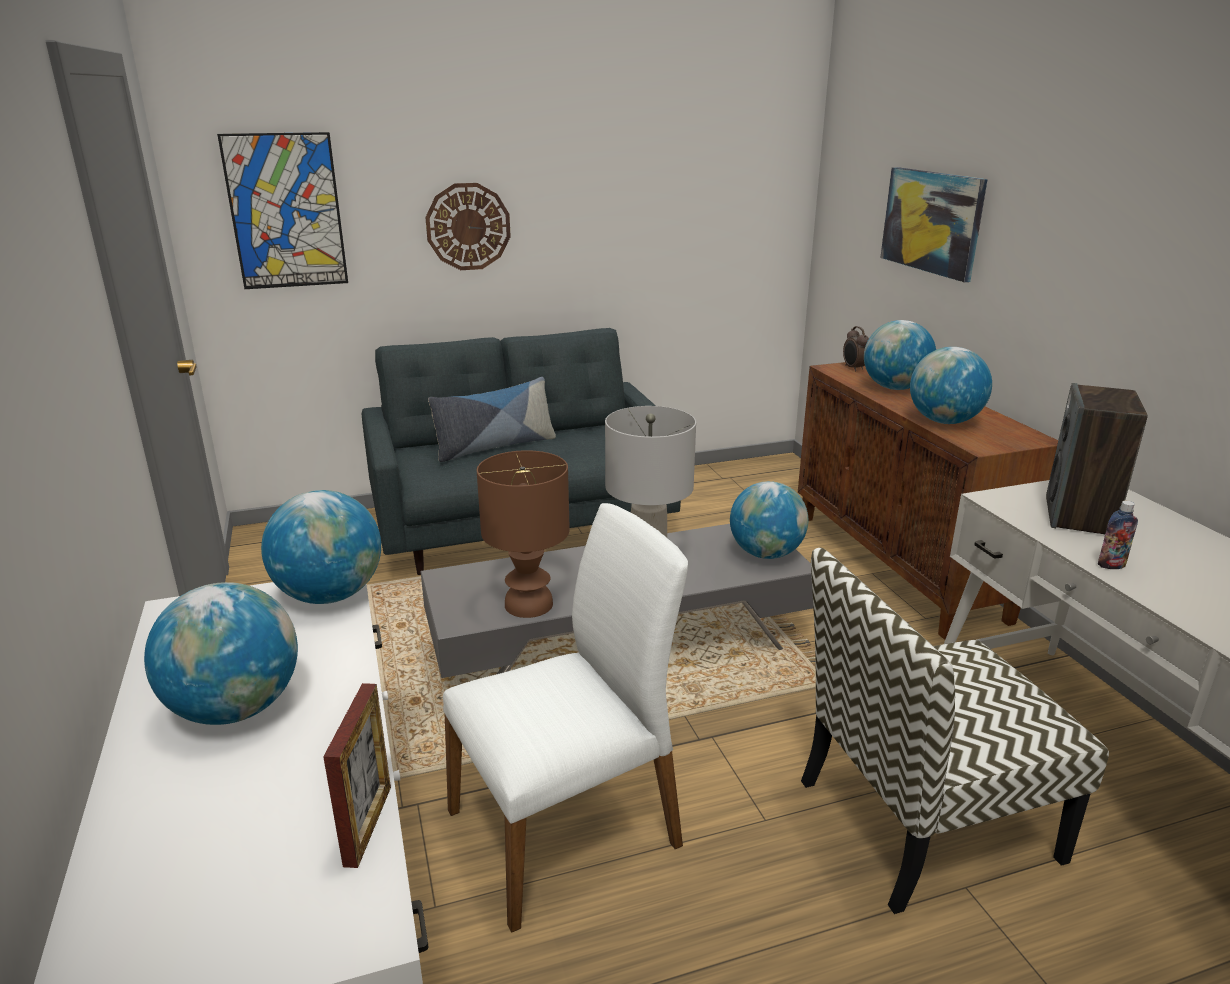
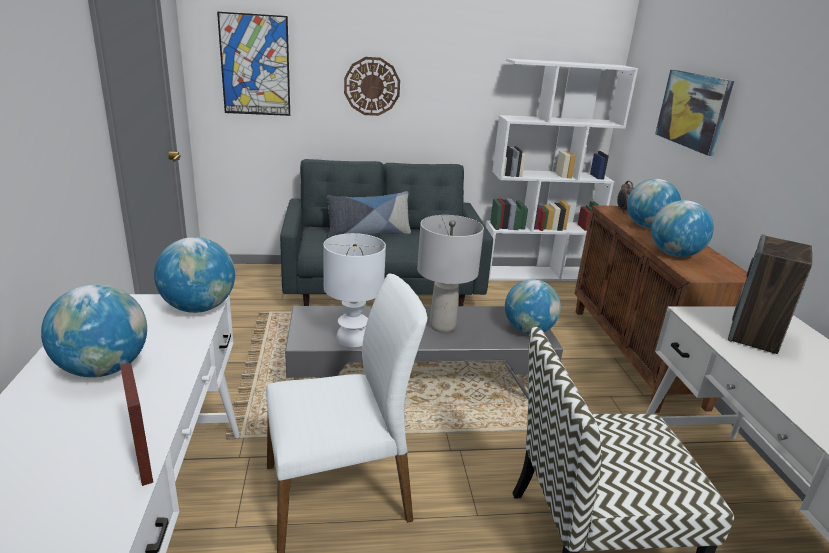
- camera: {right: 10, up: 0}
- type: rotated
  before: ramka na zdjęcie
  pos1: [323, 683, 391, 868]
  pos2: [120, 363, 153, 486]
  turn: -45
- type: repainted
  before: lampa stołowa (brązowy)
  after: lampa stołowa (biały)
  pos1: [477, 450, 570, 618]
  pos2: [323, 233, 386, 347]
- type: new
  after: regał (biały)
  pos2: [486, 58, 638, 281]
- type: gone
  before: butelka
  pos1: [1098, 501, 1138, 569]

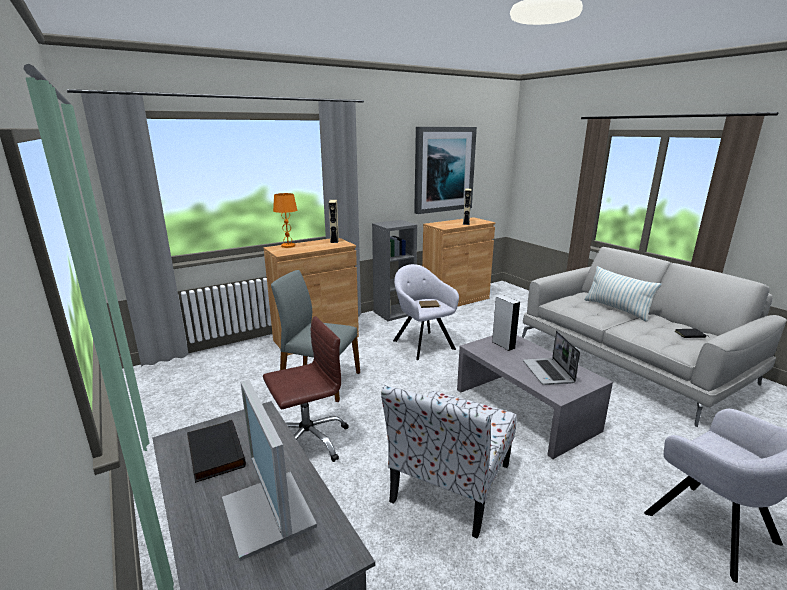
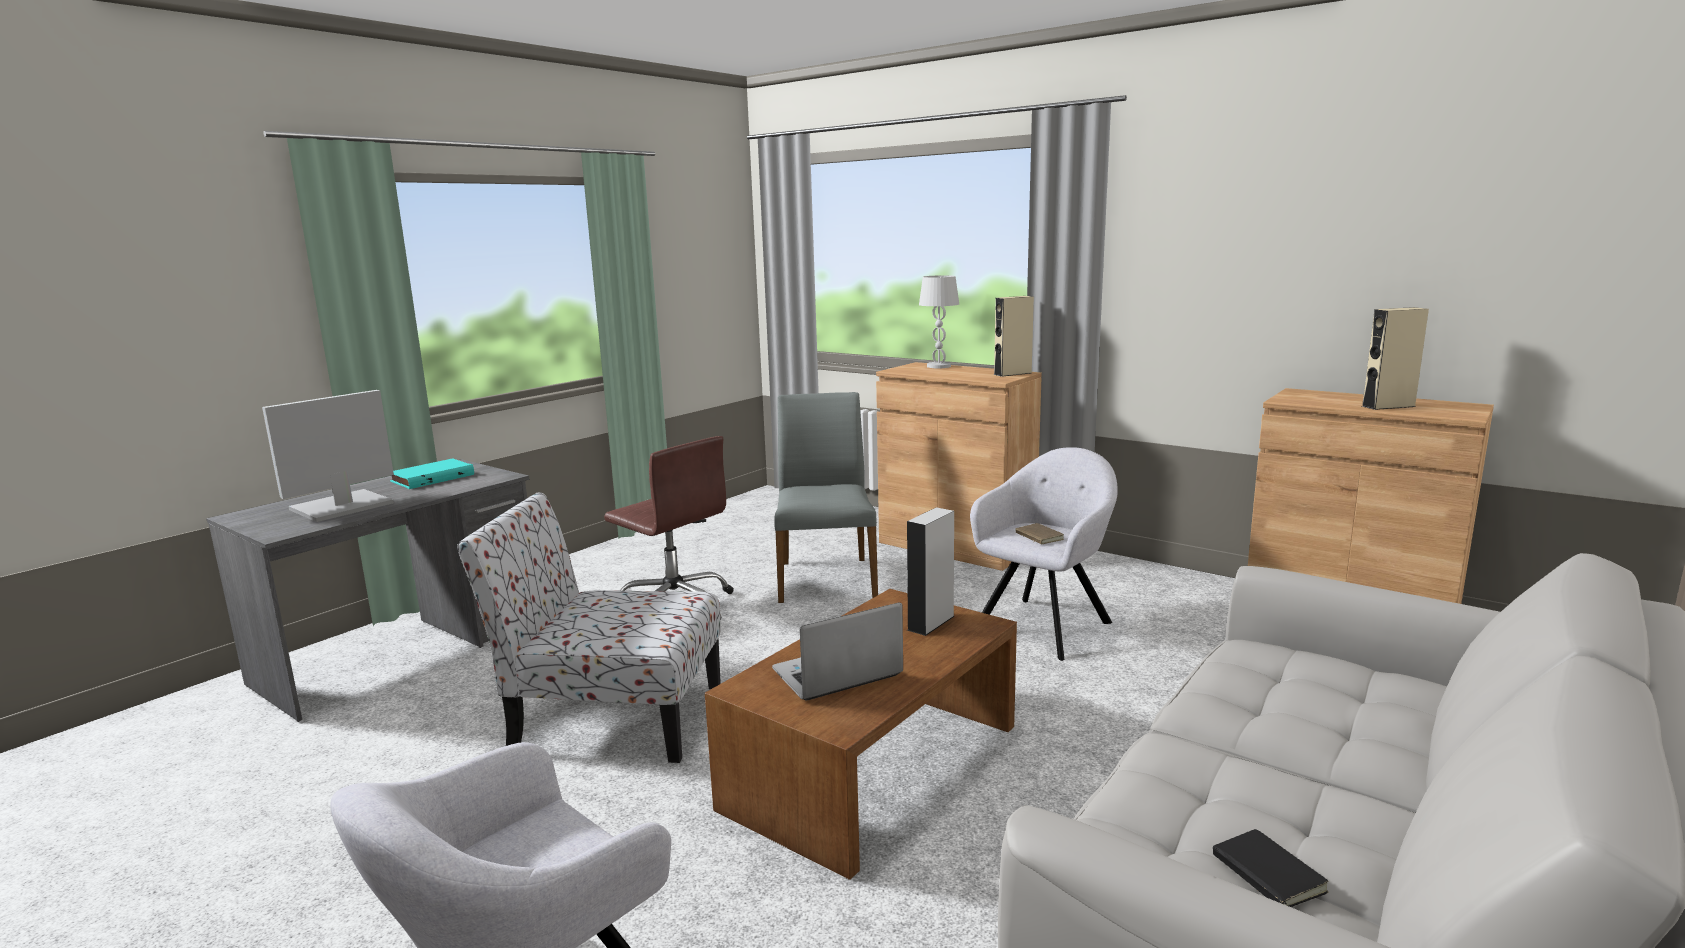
- camera: {right: 70, up: -5}
- type: repainted
  before: książka (czarny)
  after: książka (turkusowy)
  pos1: [187, 420, 246, 483]
  pos2: [390, 458, 474, 489]
- type: repainted
  before: ława (szary)
  after: ława (brązowy)
  pos1: [457, 335, 613, 459]
  pos2: [705, 589, 1017, 880]
- type: repainted
  before: lampa stołowa (pomarańczowy)
  after: lampa stołowa (biały)
  pos1: [273, 193, 297, 248]
  pos2: [919, 275, 959, 368]
- type: gone
  before: regał (szary)
  pos1: [372, 220, 417, 321]
- type: gone
  before: obraz
  pos1: [414, 127, 477, 214]
- type: gone
  before: poduszka
  pos1: [584, 266, 662, 322]

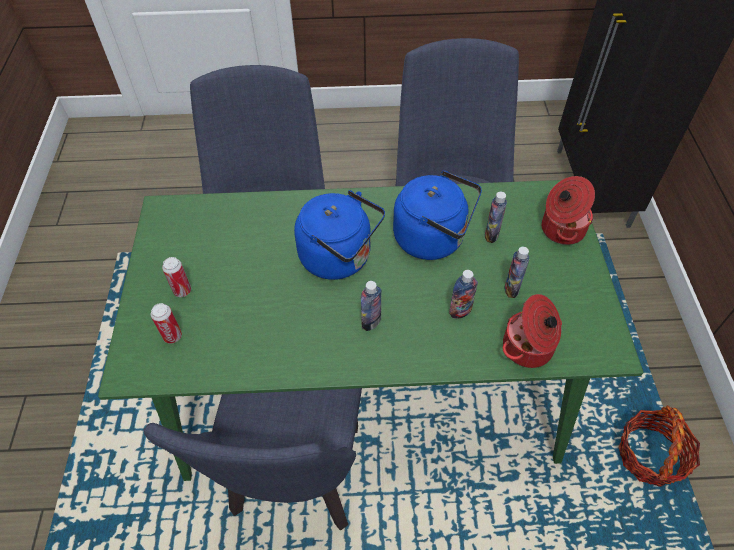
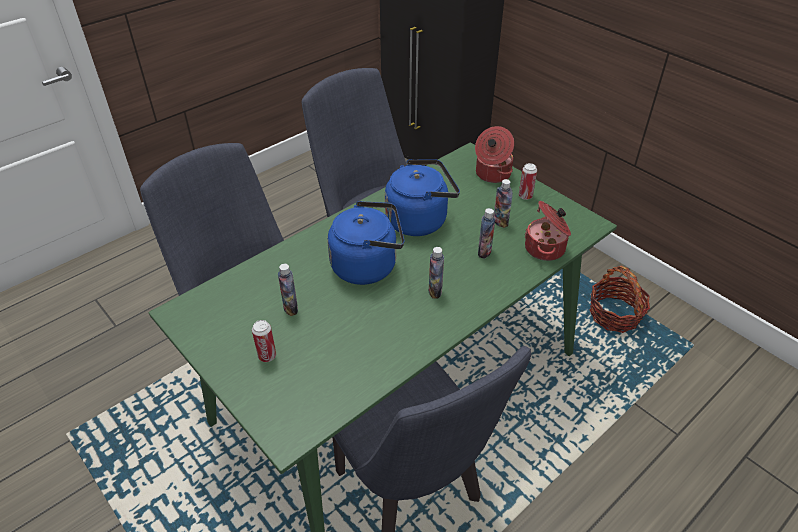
- camera: {right: -40, up: -10}
- type: shifted
  before: butelka
  pos1: [485, 192, 507, 243]
  pos2: [278, 264, 298, 316]
- type: shifted
  before: puszka
  pos1: [151, 303, 182, 344]
  pos2: [519, 163, 537, 200]

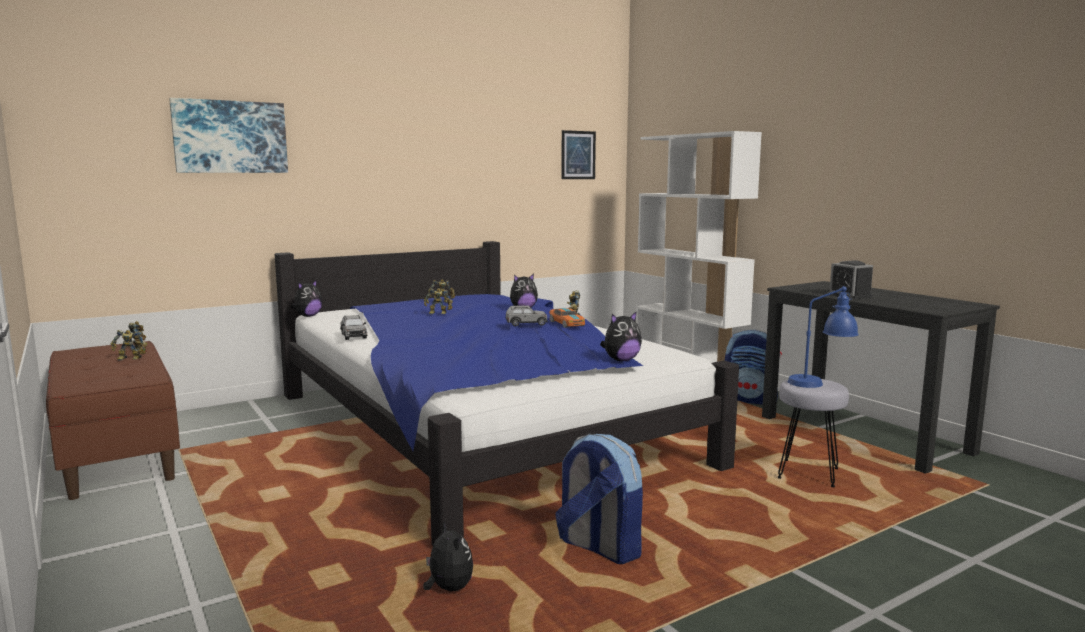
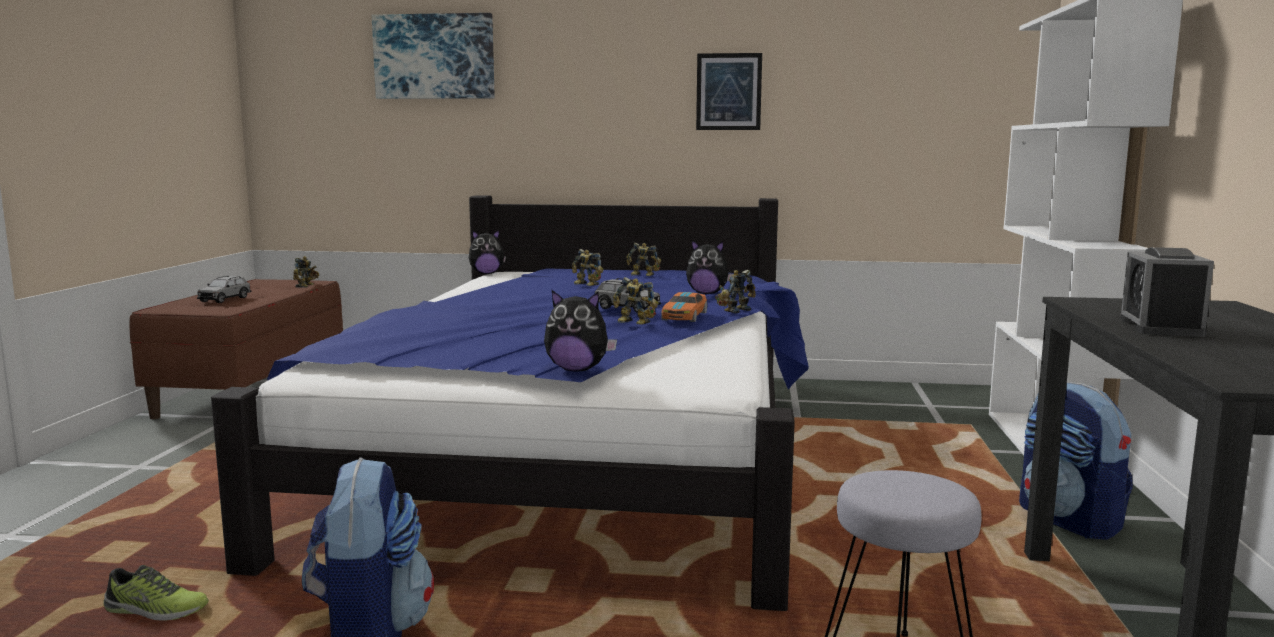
- camera: {right: 40, up: 0}
- type: swapped
  before: pluszak
  after: but
  pos1: [423, 520, 473, 591]
  pos2: [103, 565, 209, 620]
- type: shifted
  before: samochodzik (szary)
  pos1: [340, 315, 367, 340]
  pos2: [197, 276, 252, 303]
- type: shifted
  before: robot zabawkowy
  pos1: [111, 330, 147, 360]
  pos2: [613, 277, 658, 325]
- type: shifted
  before: obraz
  pos1: [561, 130, 596, 179]
  pos2: [696, 53, 762, 130]
- type: gone
  before: lampa stołowa (niebieski)
  pos1: [788, 286, 859, 388]

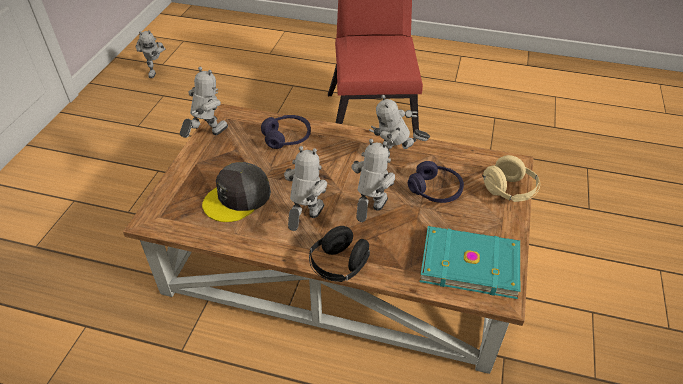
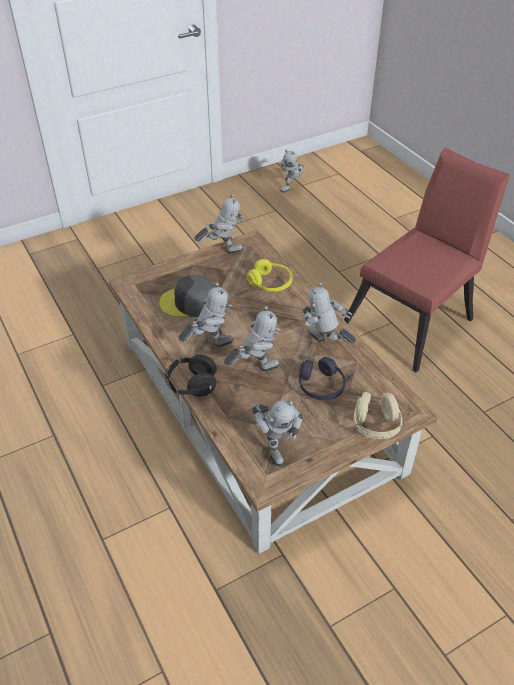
- camera: {right: 45, up: 0}
- type: repainted
  before: słuchawki (fioletowy)
  after: słuchawki (żółty)
  pos1: [261, 115, 311, 149]
  pos2: [247, 259, 292, 291]
- type: swapped
  before: książka (turkusowy)
  after: robot zabawkowy
  pos1: [420, 226, 520, 299]
  pos2: [251, 400, 303, 466]

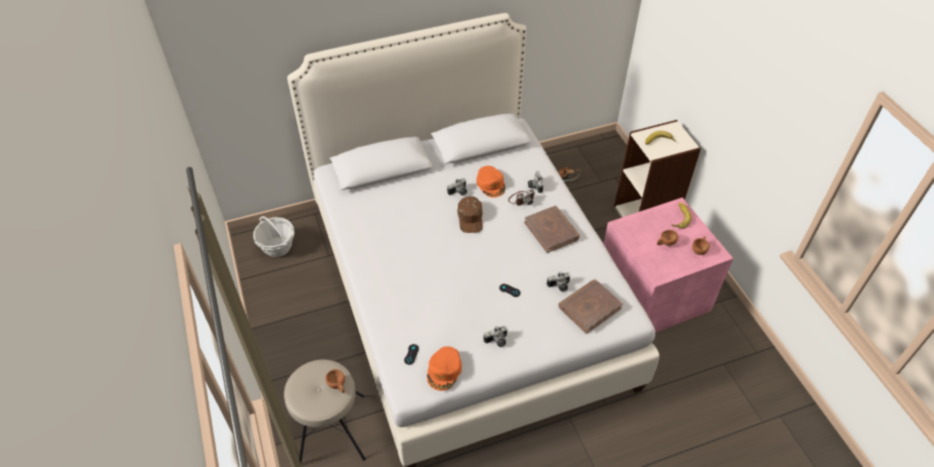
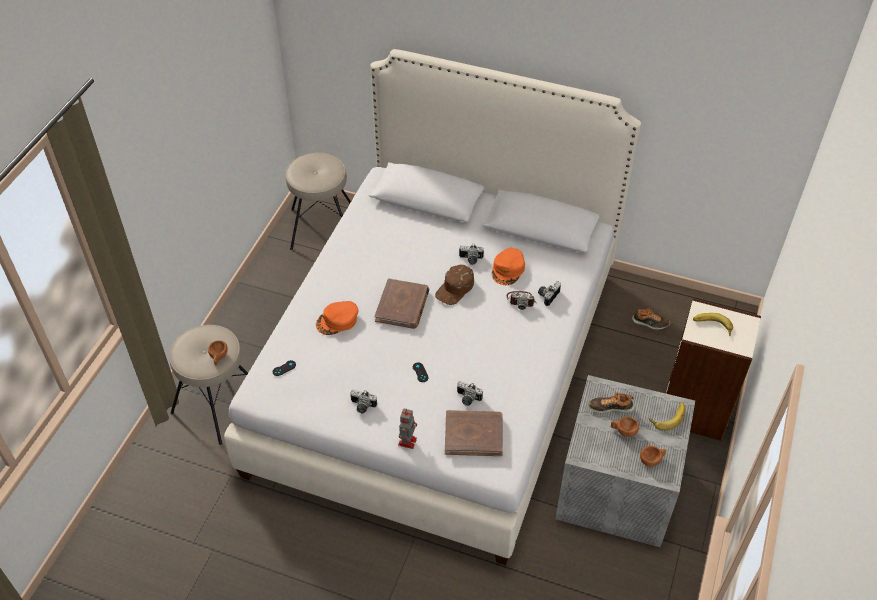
- camera: {right: 40, up: 0}
- type: swapped
  before: koszyk
  after: stołek (beżowy)
  pos1: [253, 216, 295, 257]
  pos2: [286, 153, 351, 250]
- type: shifted
  before: czapka z daszkiem (pomarańczowy)
  pos1: [427, 346, 462, 391]
  pos2: [316, 301, 358, 335]
- type: shifted
  before: książka (brązowy)
  pos1: [524, 206, 580, 253]
  pos2: [375, 278, 429, 329]
- type: new
  after: robot zabawkowy
  pos2: [398, 409, 417, 449]
- type: repainted
  before: pojemnik do przechowywania (różowy)
  after: pojemnik do przechowywania (szary)
  pos1: [603, 198, 734, 333]
  pos2: [555, 375, 695, 547]
- type: new
  after: but
  pos2: [589, 393, 634, 413]

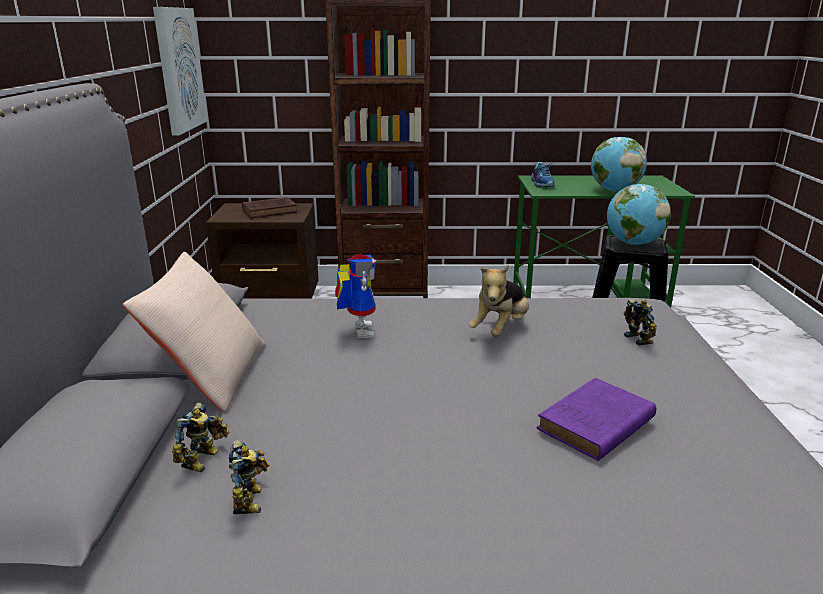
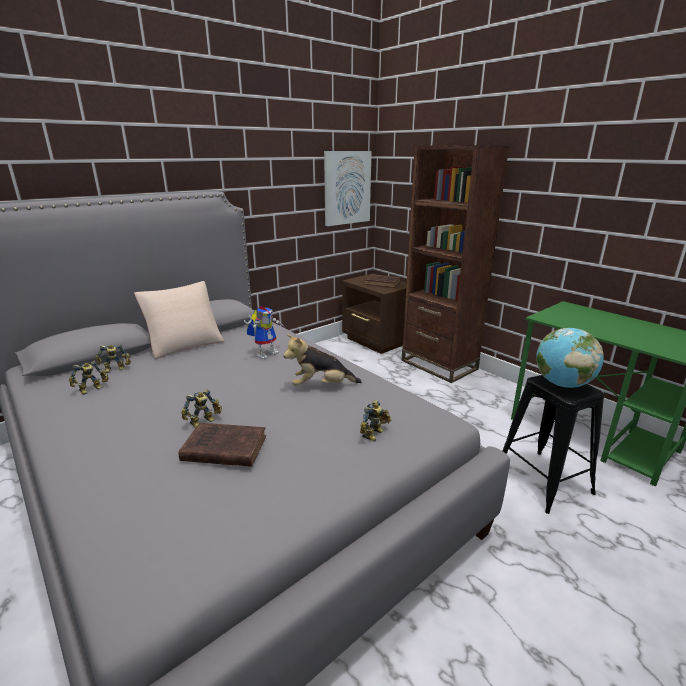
- camera: {right: 50, up: 0}
- type: repainted
  before: książka (fioletowy)
  after: książka (brązowy)
  pos1: [536, 378, 656, 461]
  pos2: [179, 423, 266, 467]
- type: new
  after: robot zabawkowy
  pos2: [181, 389, 222, 428]
- type: gone
  before: but
  pos1: [531, 162, 555, 187]
- type: gone
  before: globus
  pos1: [591, 137, 647, 192]

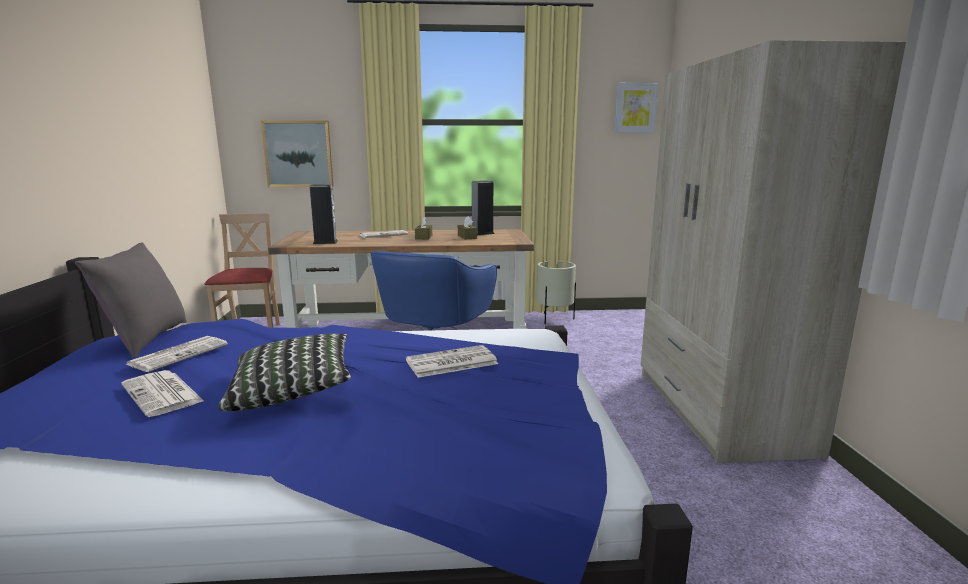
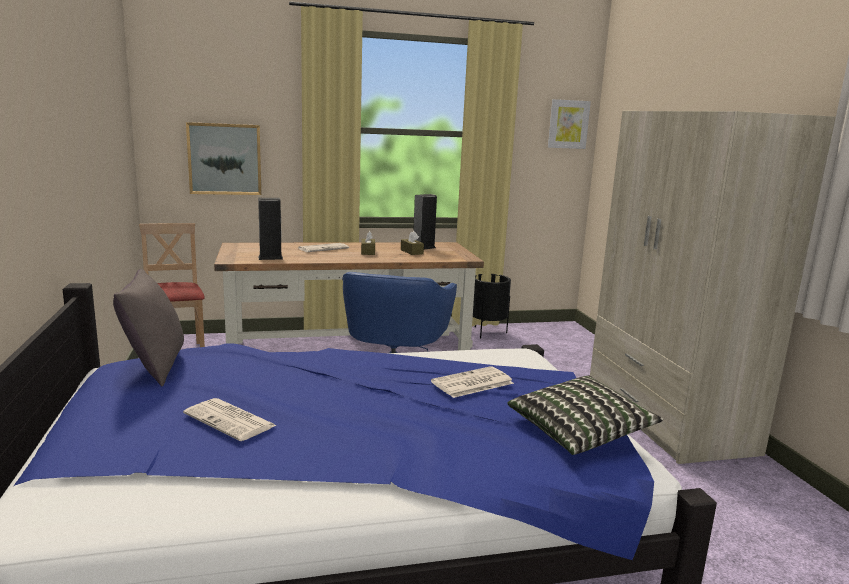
- camera: {right: -10, up: 0}
- type: repainted
  before: donica (beżowy)
  after: donica (czarny)
  pos1: [536, 261, 576, 324]
  pos2: [473, 274, 511, 338]
- type: shifted
  before: poduszka
  pos1: [218, 334, 351, 411]
  pos2: [508, 376, 663, 455]
- type: gone
  before: gazeta
  pos1: [126, 336, 228, 372]

